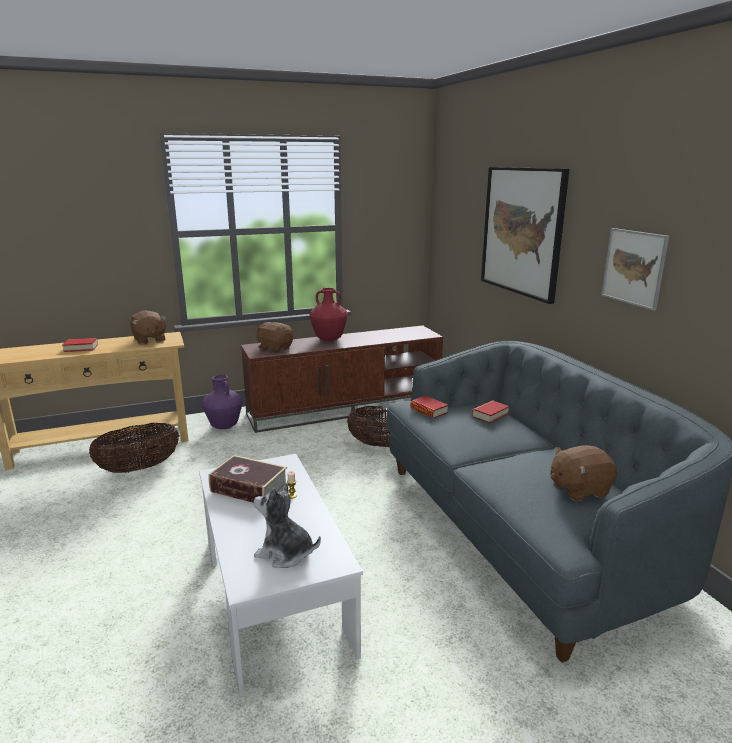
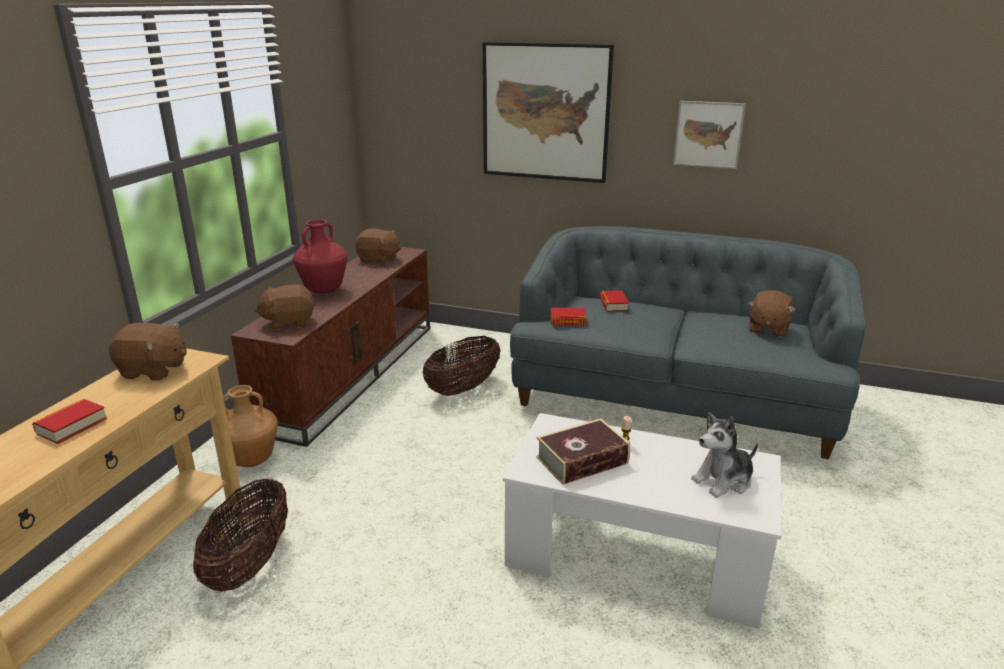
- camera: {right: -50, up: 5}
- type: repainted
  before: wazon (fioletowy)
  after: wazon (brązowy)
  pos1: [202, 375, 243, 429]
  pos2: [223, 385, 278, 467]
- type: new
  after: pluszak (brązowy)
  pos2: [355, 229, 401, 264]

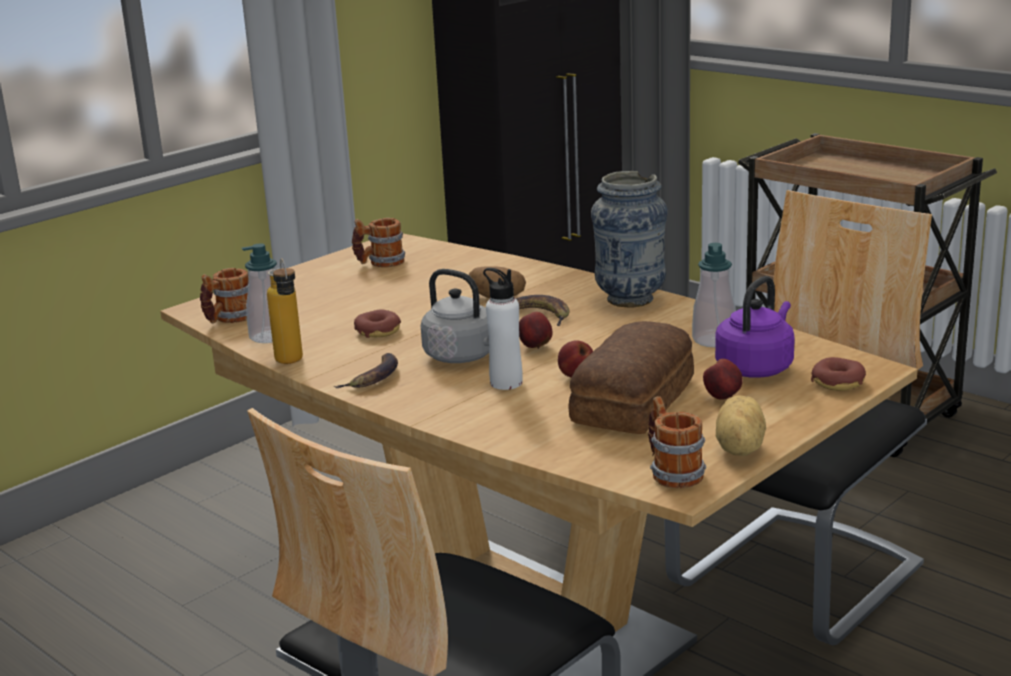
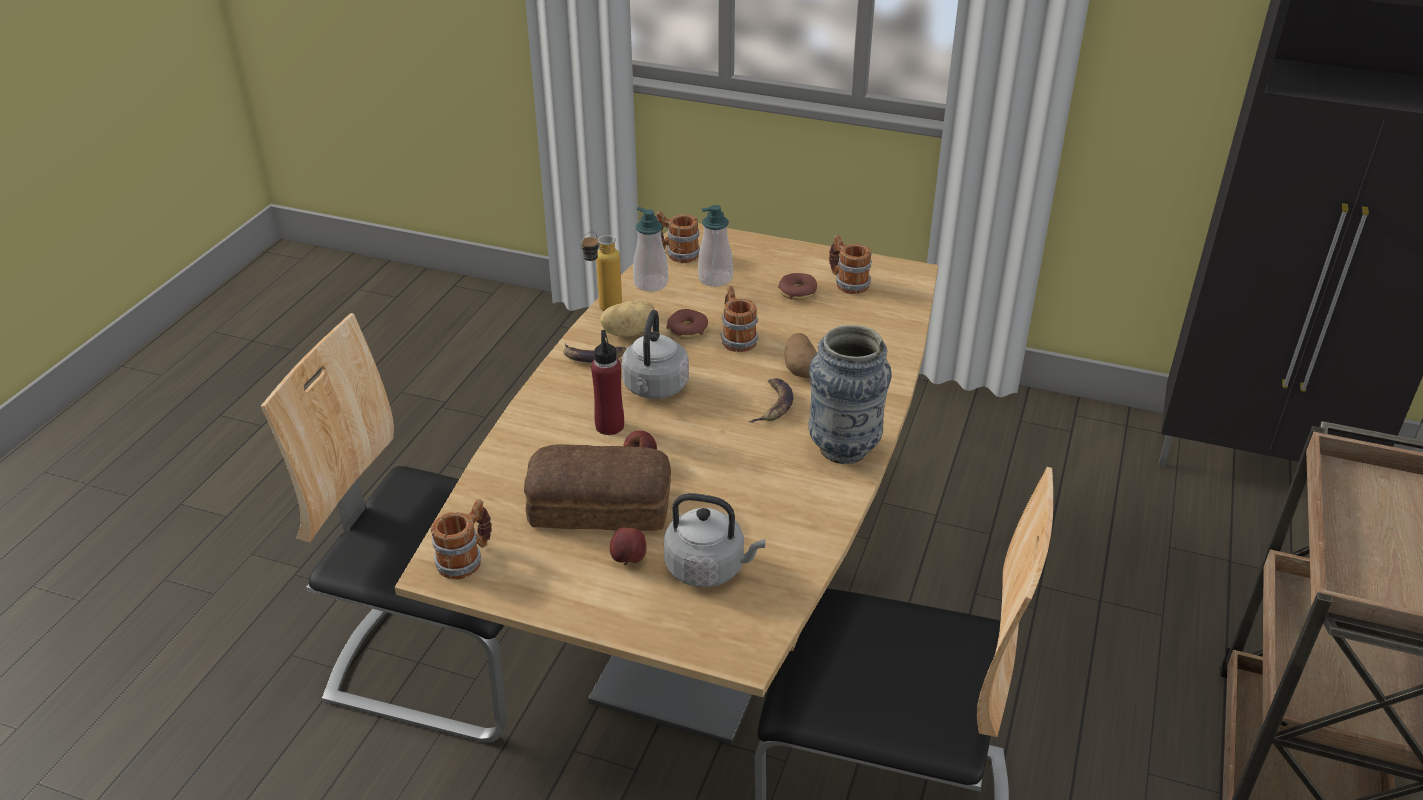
- camera: {right: 65, up: 15}
- type: repainted
  before: butelka (biały)
  after: butelka (czerwony)
  pos1: [483, 268, 523, 390]
  pos2: [591, 330, 624, 435]
- type: shifted
  before: ziemniak
  pos1: [716, 395, 766, 456]
  pos2: [600, 300, 655, 337]
- type: repainted
  before: czajnik (fioletowy)
  after: czajnik (szary)
  pos1: [715, 276, 795, 378]
  pos2: [664, 493, 766, 587]
- type: shifted
  before: dozownik mydła
  pos1: [692, 243, 736, 347]
  pos2: [698, 205, 733, 287]
- type: new
  after: kubek
  pos2: [720, 286, 759, 352]
- type: shifted
  before: donut
  pos1: [811, 357, 866, 391]
  pos2: [778, 273, 817, 300]
- type: gone
  before: jabłko
  pos1: [519, 312, 553, 349]

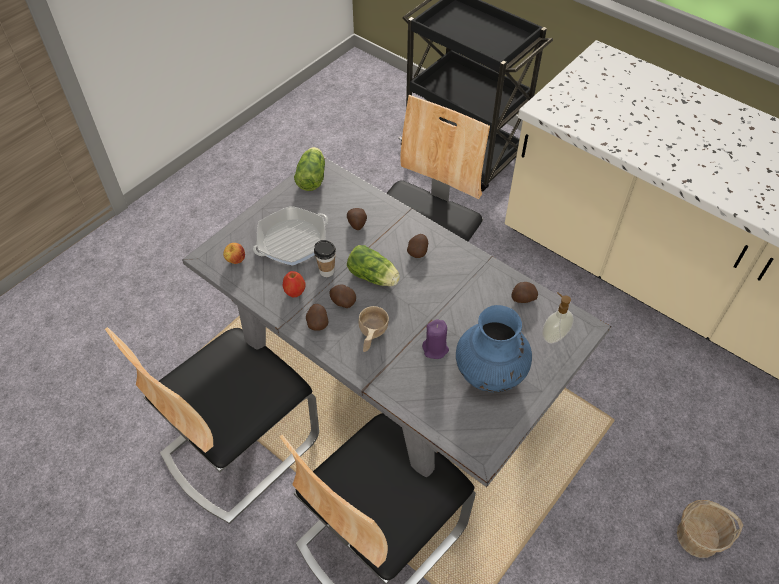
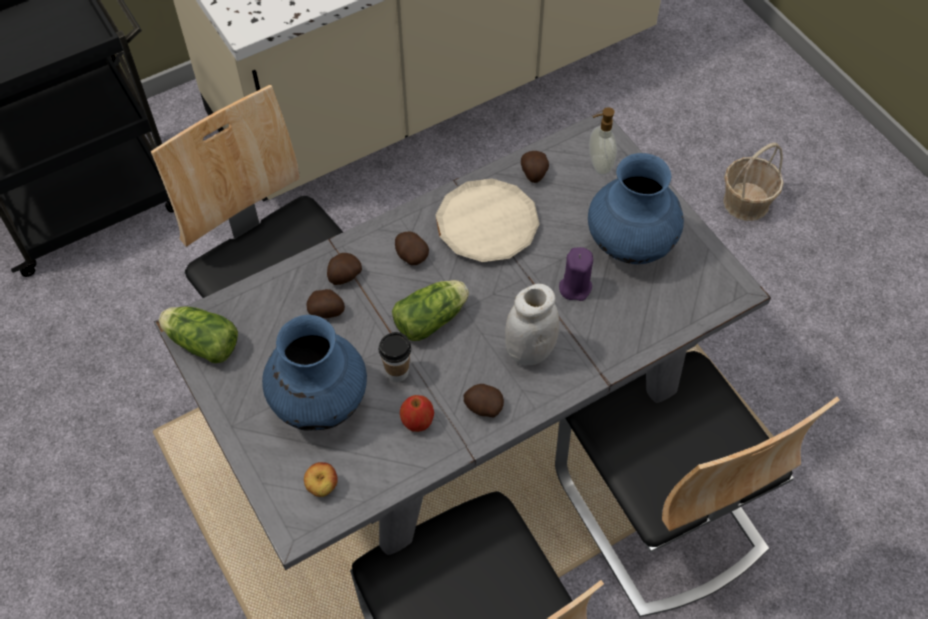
- camera: {right: -70, up: 5}
- type: swapped
  before: patelnia
  after: wazon (niebieski)
  pos1: [253, 206, 328, 266]
  pos2: [262, 315, 367, 431]
- type: shifted
  before: ziemniak
  pos1: [329, 284, 356, 308]
  pos2: [327, 253, 362, 285]
- type: new
  after: talerz (beżowy)
  pos2: [436, 179, 540, 262]
- type: swapped
  before: filiżanka (beżowy)
  after: słoik (biały)
  pos1: [358, 306, 389, 352]
  pos2: [505, 284, 559, 365]

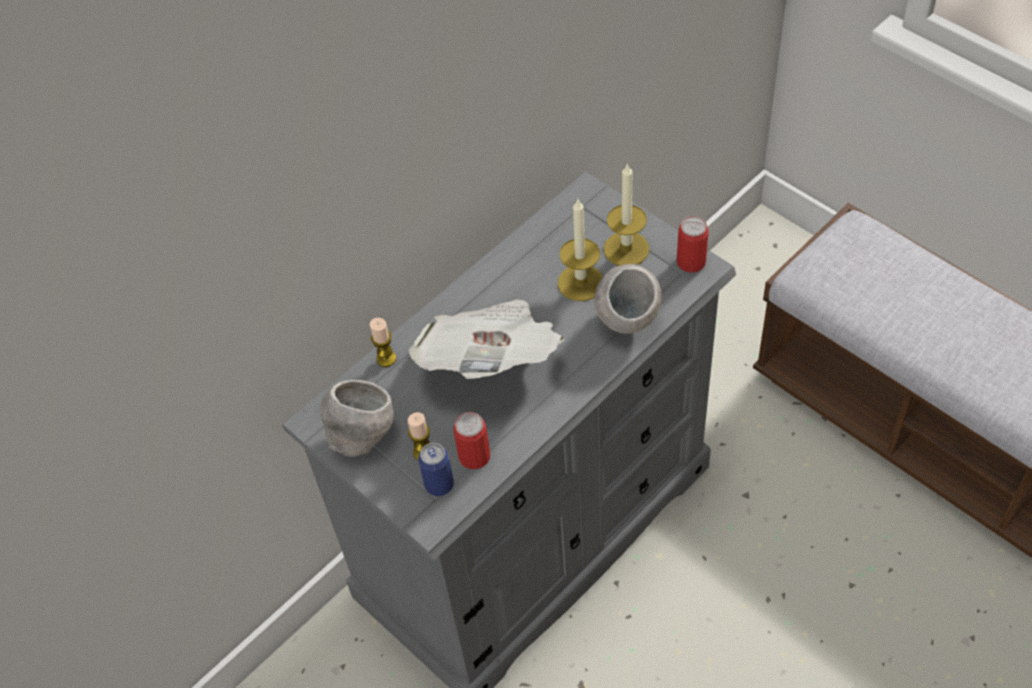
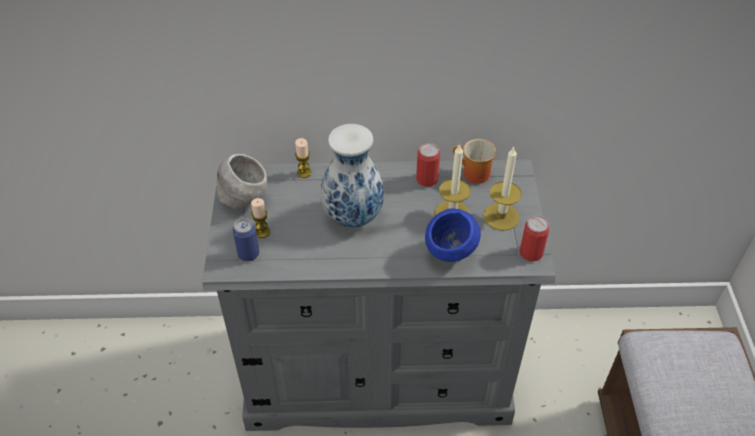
- camera: {right: 40, up: -5}
- type: swapped
  before: gazeta
  after: wazon
  pos1: [408, 299, 564, 379]
  pos2: [321, 124, 384, 227]
- type: shifted
  before: puszka
  pos1: [454, 412, 490, 469]
  pos2: [416, 143, 440, 187]
- type: repainted
  before: miska (szary)
  after: miska (niebieski)
  pos1: [594, 264, 662, 334]
  pos2: [425, 208, 481, 262]
- type: new
  after: kubek
  pos2: [453, 139, 496, 184]

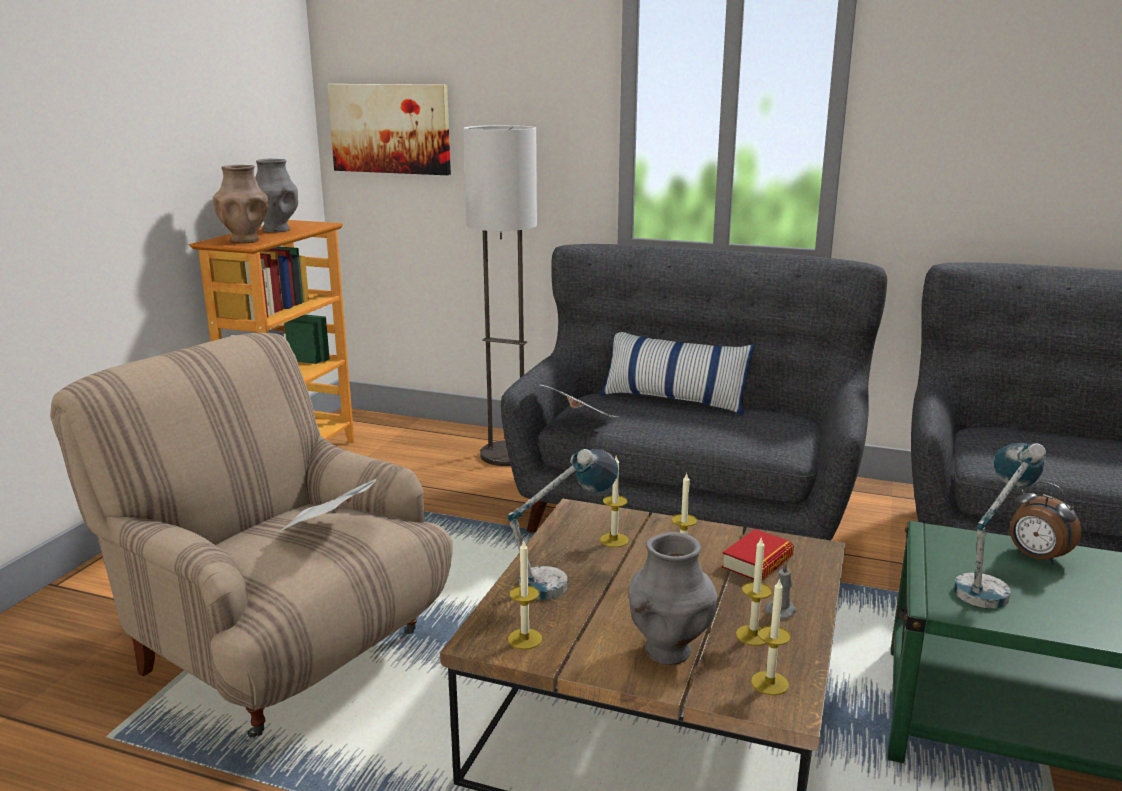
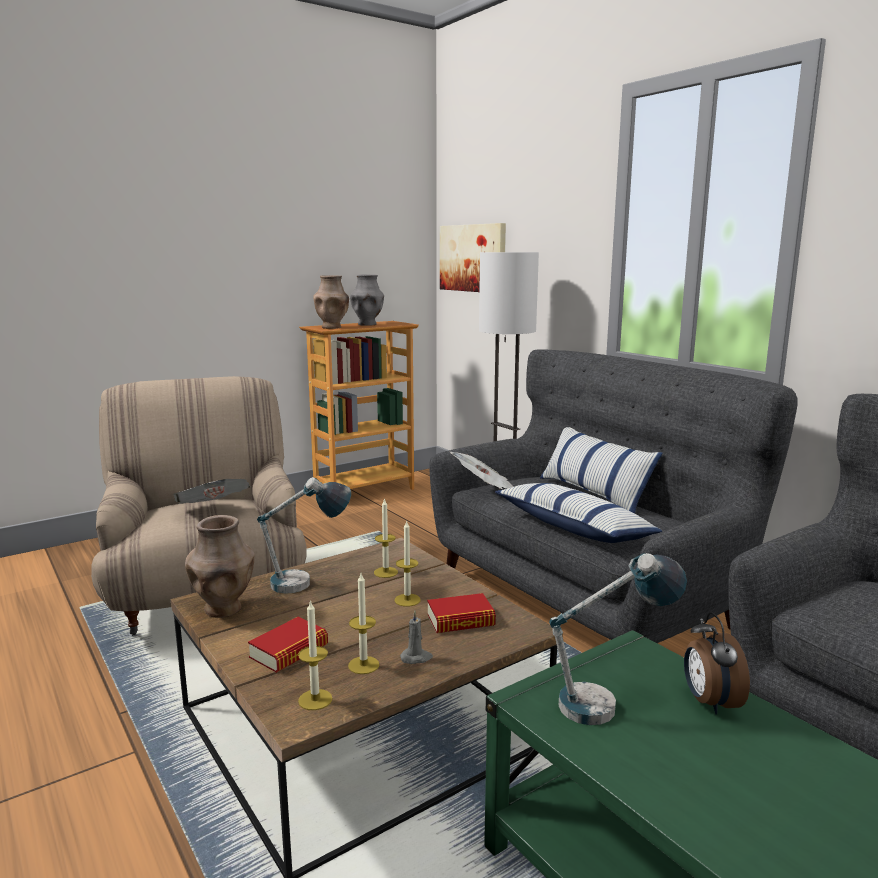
- camera: {right: 35, up: -5}
- type: swapped
  before: świeca
  after: wazon (brązowy)
  pos1: [508, 539, 542, 650]
  pos2: [185, 515, 255, 618]
- type: swapped
  before: wazon (szary)
  after: książka
  pos1: [629, 532, 717, 665]
  pos2: [248, 617, 328, 673]
- type: new
  after: poduszka
  pos2: [495, 483, 662, 543]

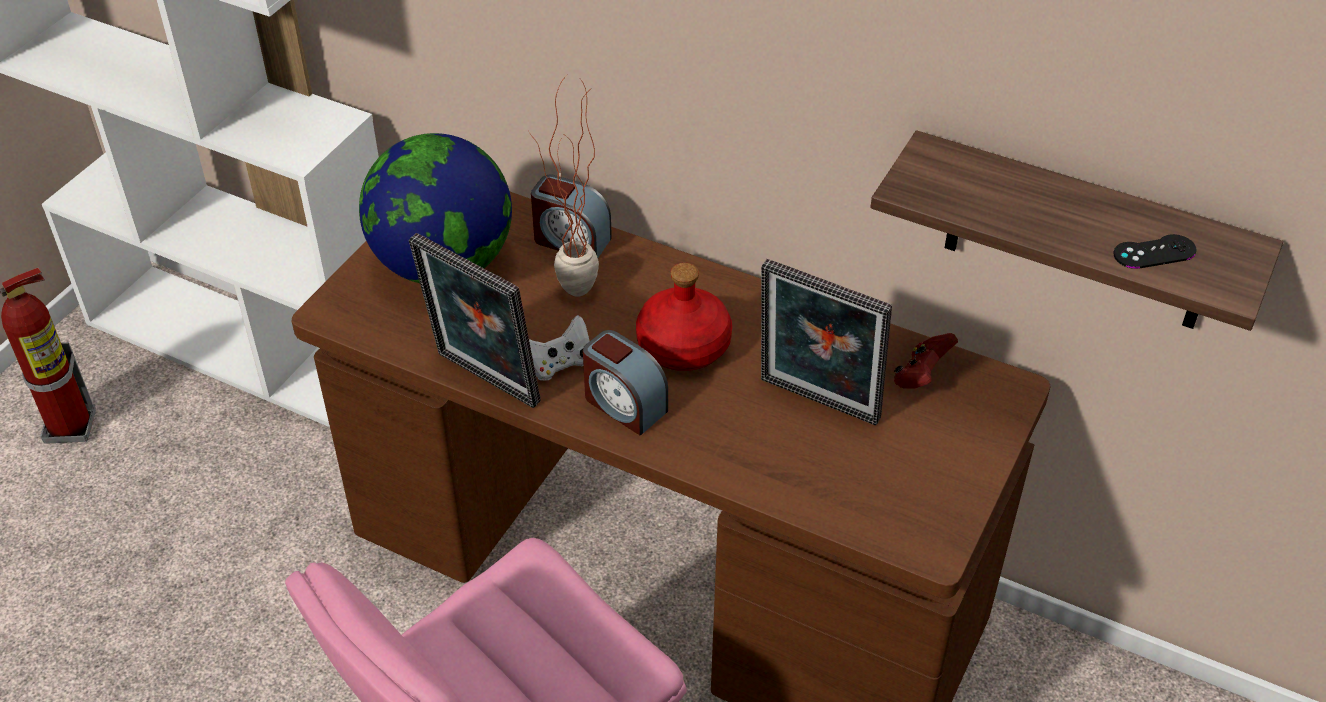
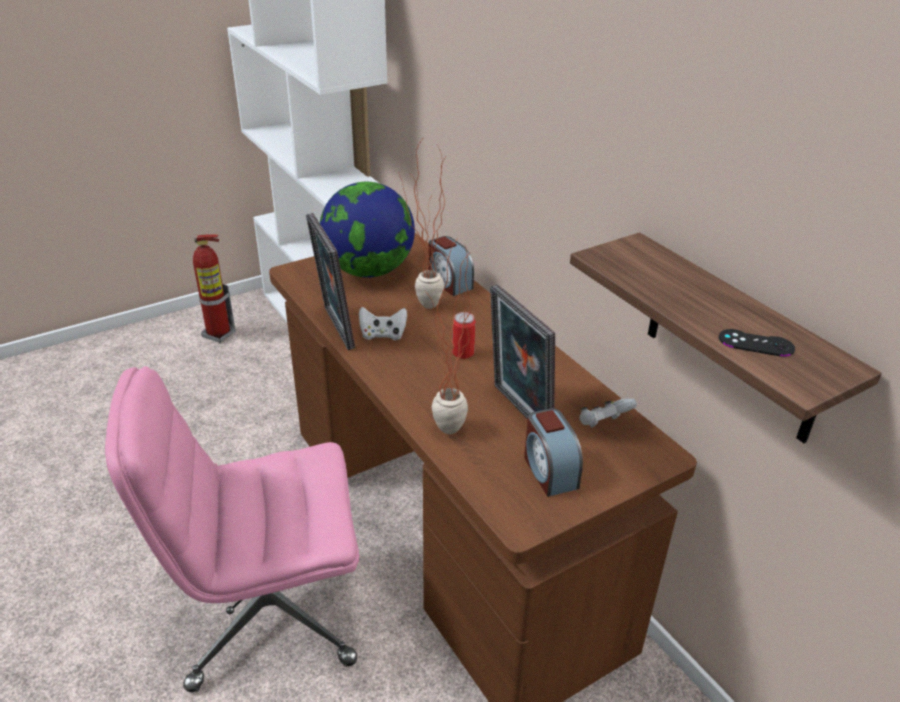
- camera: {right: 30, up: -10}
- type: new
  after: roślina doniczkowa
  pos2: [426, 240, 471, 434]
- type: swapped
  before: butelka (czerwony)
  after: puszka
  pos1: [636, 263, 732, 371]
  pos2: [452, 312, 475, 359]
- type: shifted
  before: budzik
  pos1: [583, 330, 668, 435]
  pos2: [524, 408, 583, 497]
- type: repainted
  before: pad do gier (czerwony)
  after: pad do gier (biały)
  pos1: [894, 333, 958, 389]
  pos2: [579, 399, 637, 427]

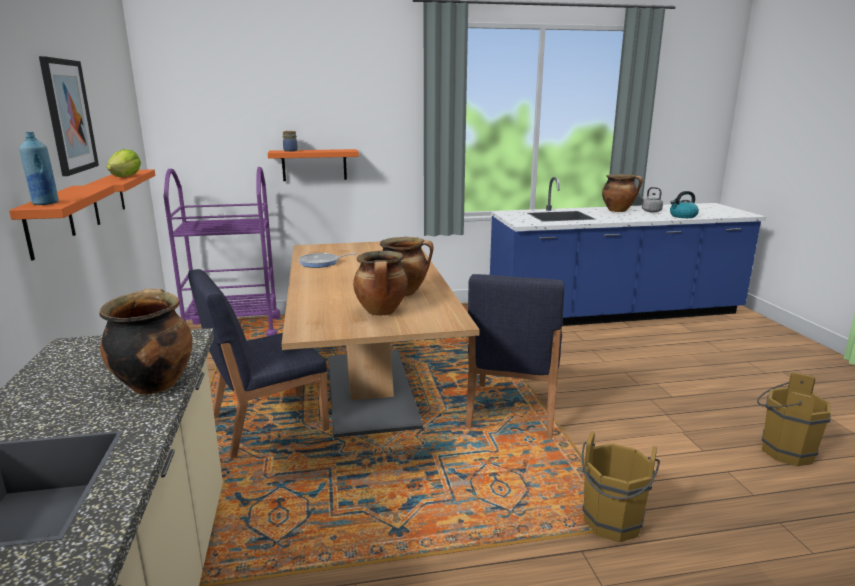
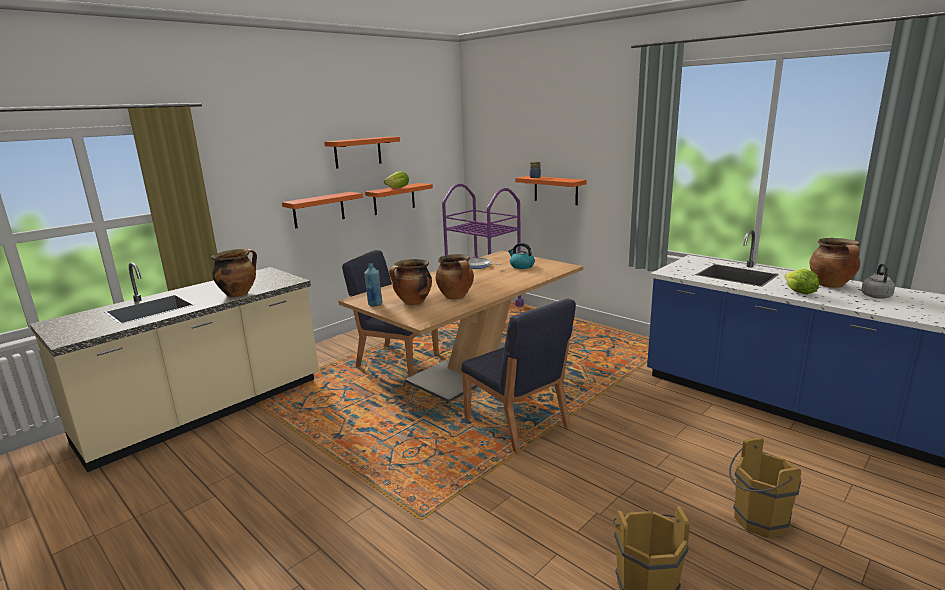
- camera: {right: 55, up: 0}
- type: swapped
  before: obraz
  after: półka (pomarańczowy)
  pos1: [39, 56, 99, 176]
  pos2: [324, 137, 400, 169]
- type: shifted
  before: butelka (niebieski)
  pos1: [19, 132, 59, 205]
  pos2: [364, 263, 383, 306]
- type: rotated
  before: krzesło (niebieski)
  pos1: [466, 274, 564, 439]
  pos2: [461, 299, 576, 455]
  turn: -105
- type: shifted
  before: czajnik
  pos1: [670, 191, 699, 218]
  pos2: [508, 243, 535, 269]
- type: shifted
  before: wiadro (brązowy)
  pos1: [582, 431, 660, 542]
  pos2: [729, 437, 802, 538]
- type: new
  after: sałata
  pos2: [785, 269, 819, 294]

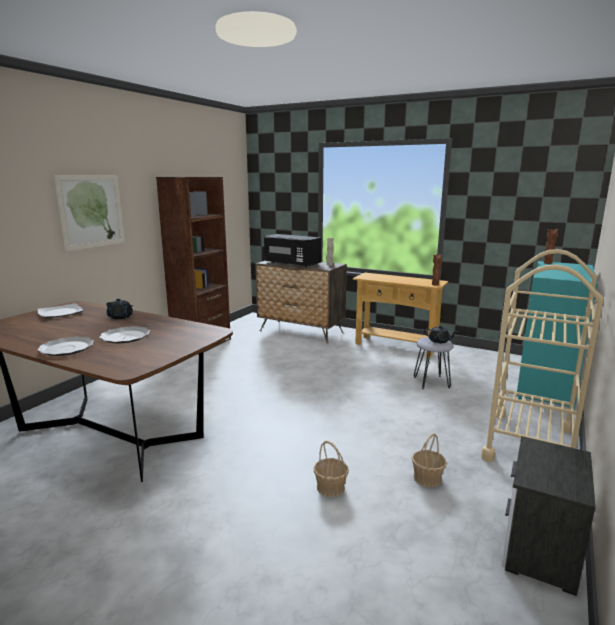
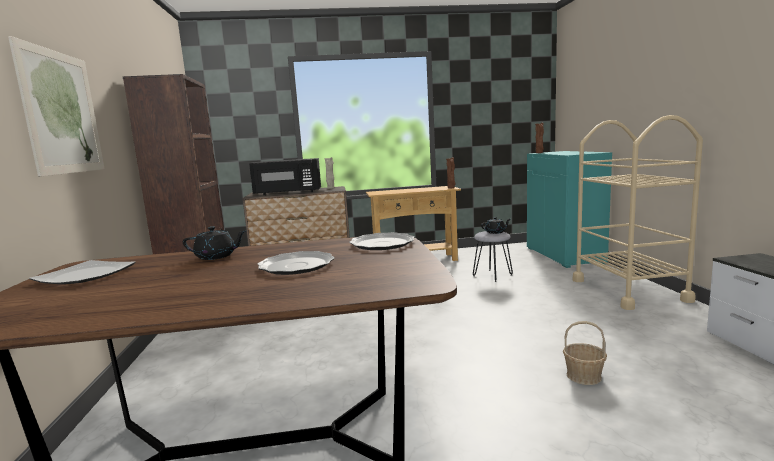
- camera: {right: -35, up: -5}
- type: shifted
  before: talerz
  pos1: [37, 337, 94, 356]
  pos2: [349, 232, 414, 250]
- type: gone
  before: koszyk
  pos1: [412, 433, 447, 488]

